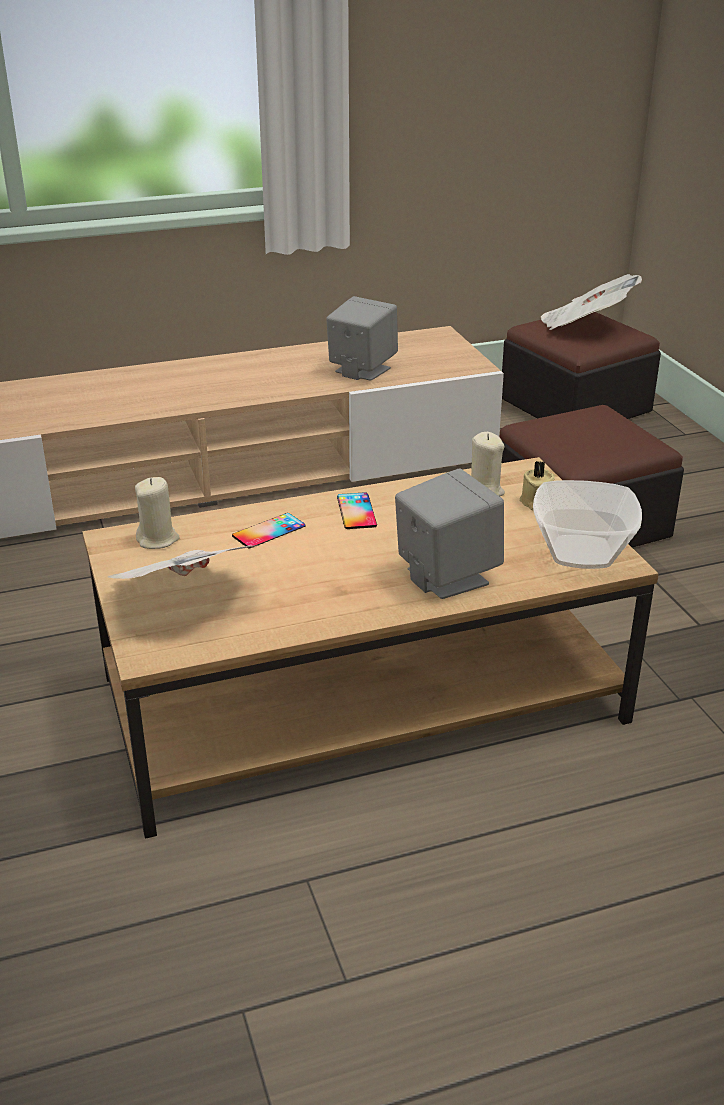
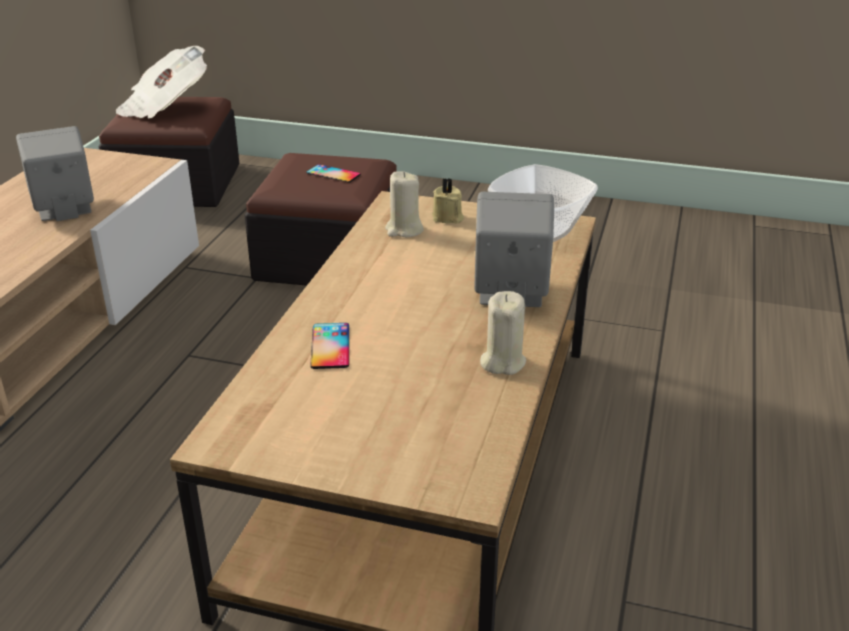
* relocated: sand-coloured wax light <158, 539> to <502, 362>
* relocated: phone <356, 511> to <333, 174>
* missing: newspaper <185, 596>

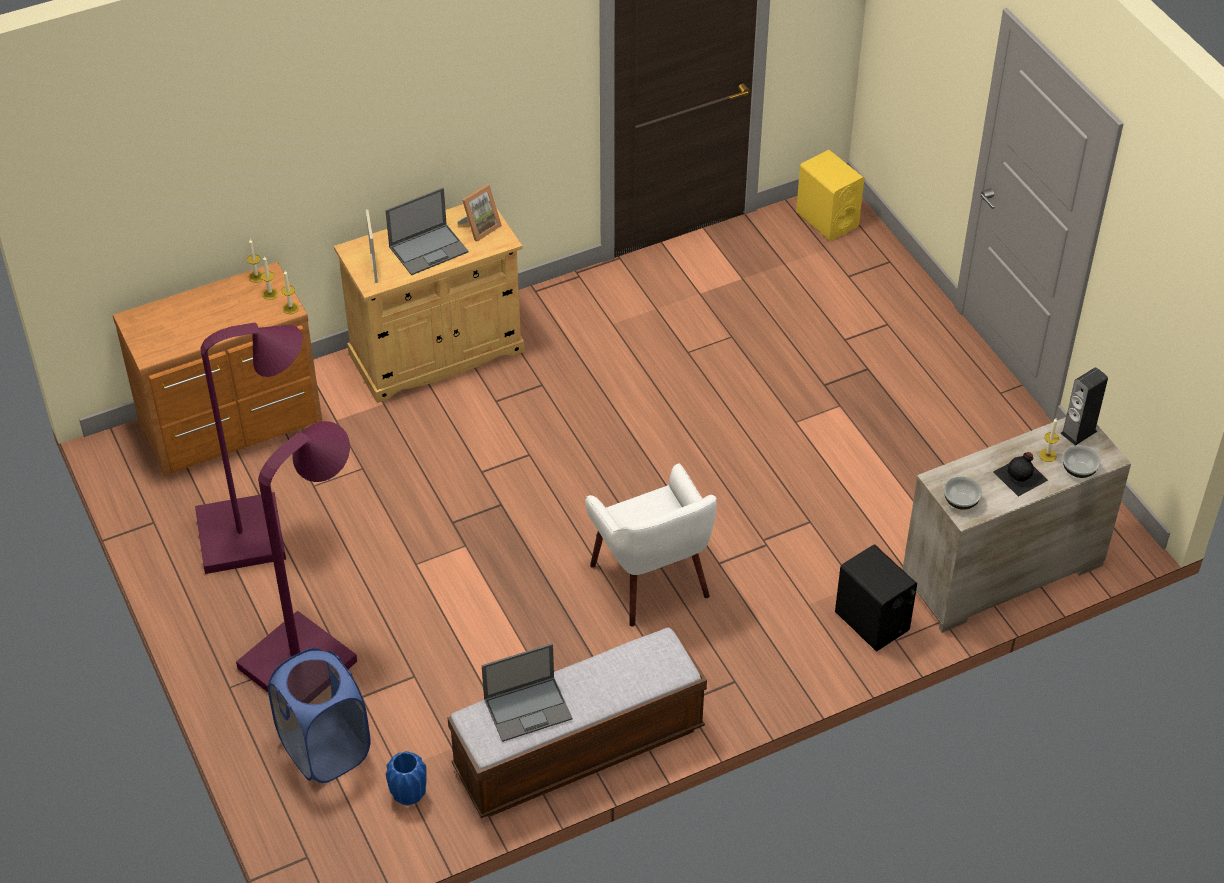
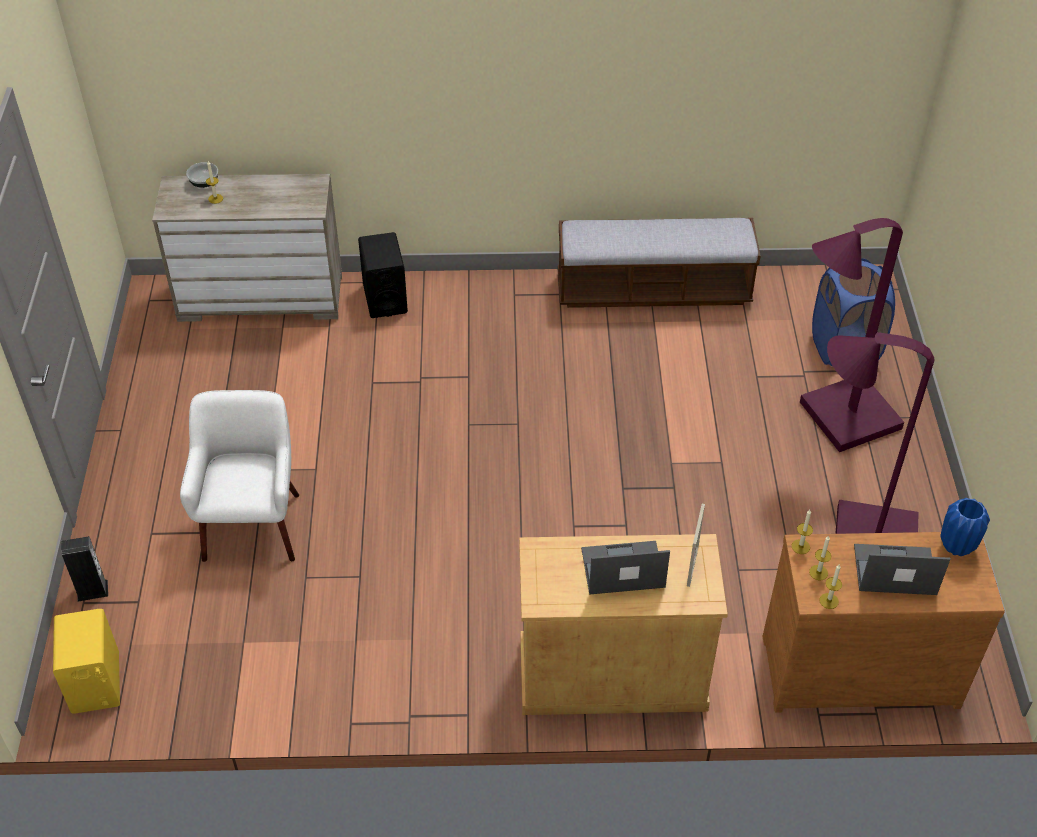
* missing: standing frame <479, 227>
* relocated: audio speaker <1078, 432> to <92, 590>
* missing: black-coloured beverage bottle <1021, 476>
* relocated: whitish lounge chair <651, 581> to <253, 525>
* missing: bowl <961, 501>
* relocated: notebook computer <529, 708> to <893, 570>
* relocated: bluish decorative vase <409, 795> to <956, 545>

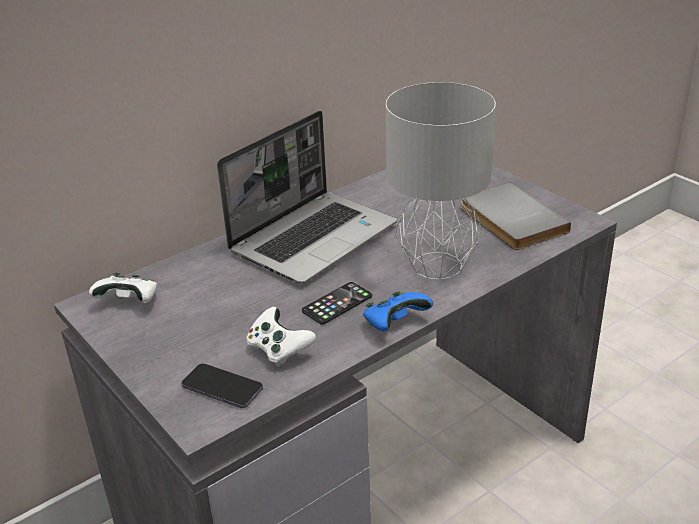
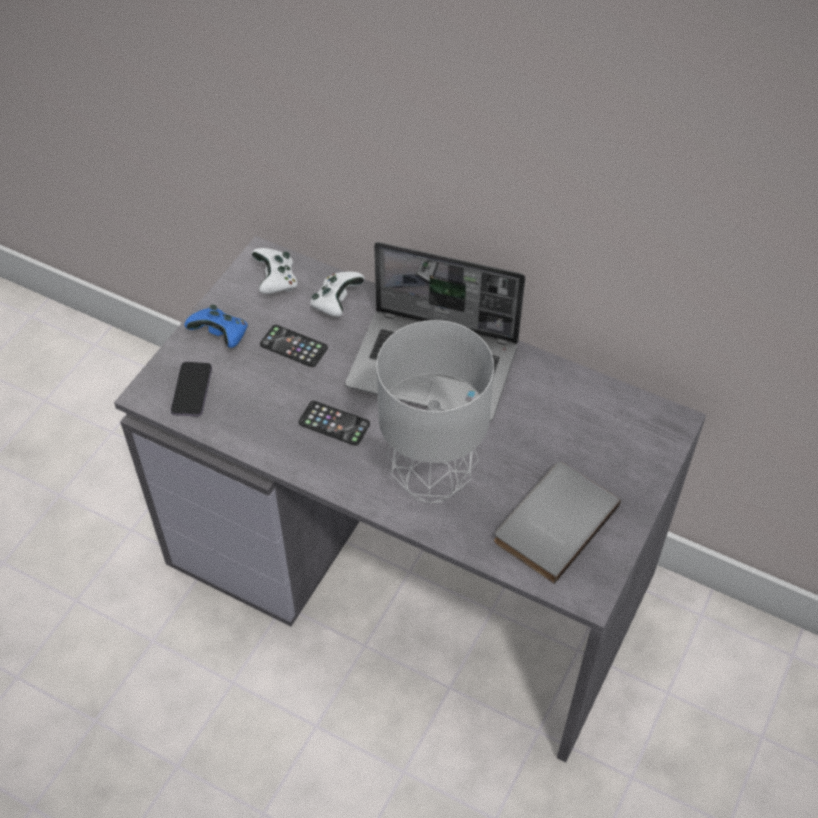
* relocated: bluish joypad <395, 324> to <221, 336>
* relocated: whitish joypad <279, 350> to <336, 303>
* appeared: phone <293, 346>

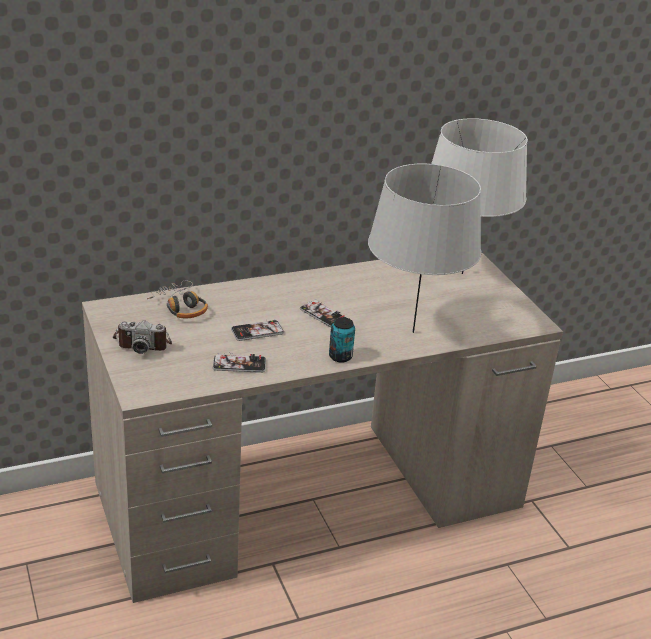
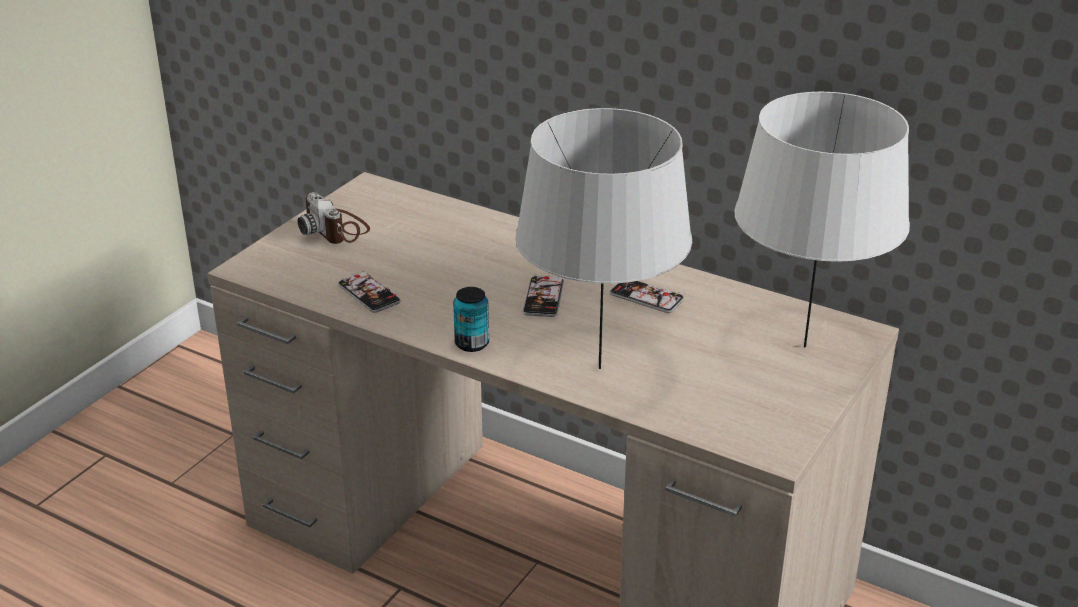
* missing: headset <180, 307>
* relocated: phone <257, 331> to <646, 297>

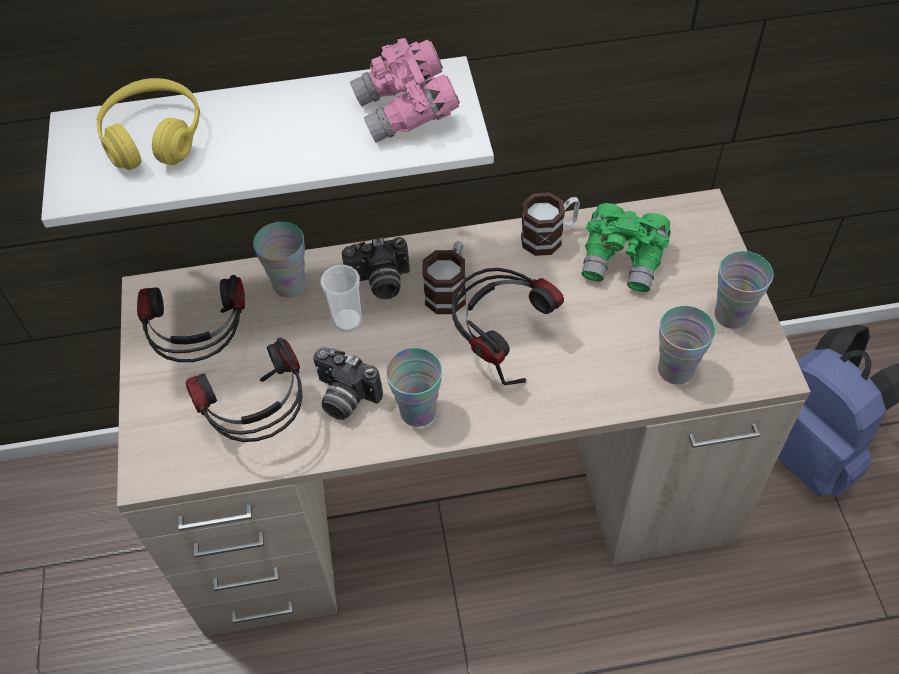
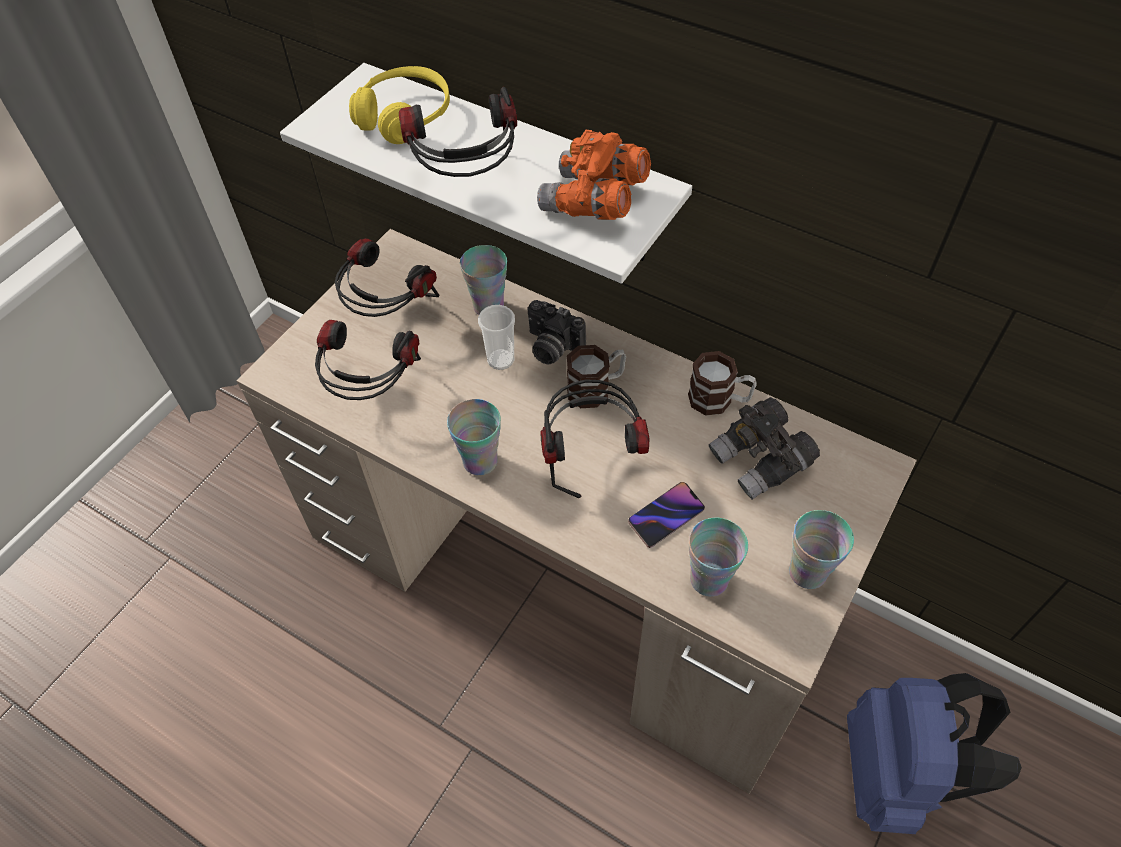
* colour: pink-coloured field glasses <407, 112> to orange field glasses <594, 202>
* colour: green field glasses <623, 260> to grey field glasses <760, 461>
* missing: photo camera <344, 398>
* appeared: headset <467, 184>
* appeared: phone <666, 516>

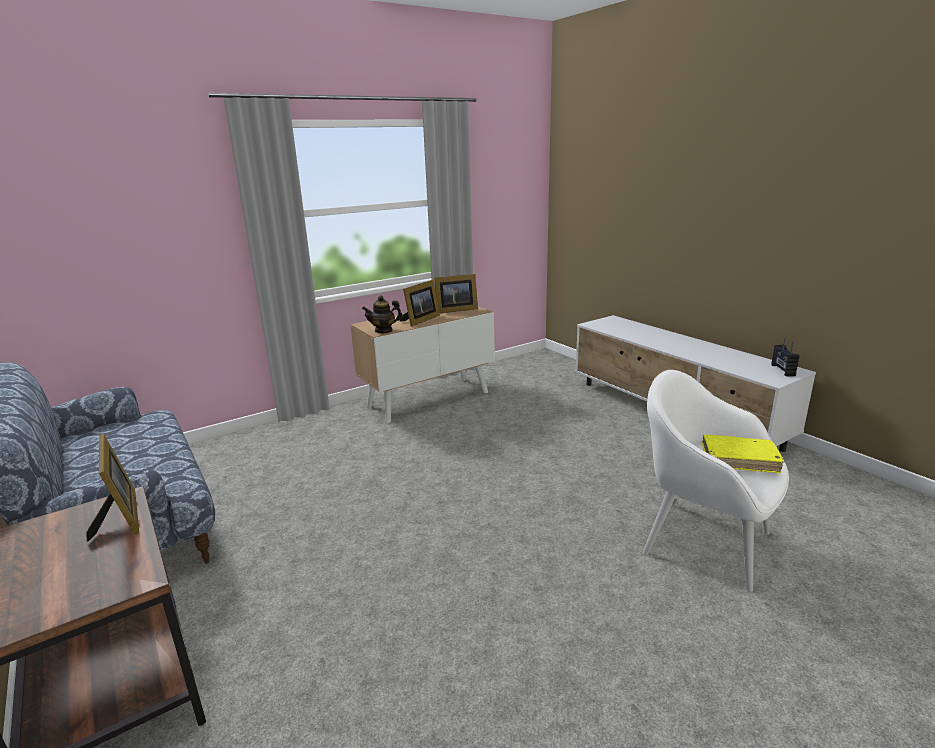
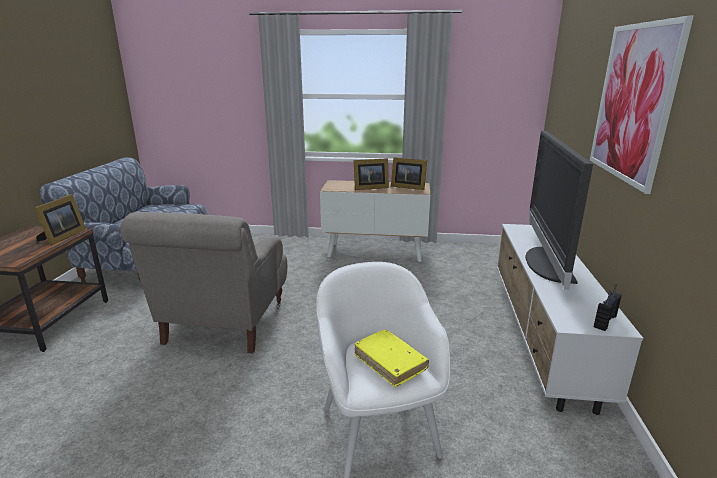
* missing: teapot <383, 330>
* appeared: wall art <632, 103>
* appeared: TV <547, 264>
* appeared: grey lounge chair <223, 325>

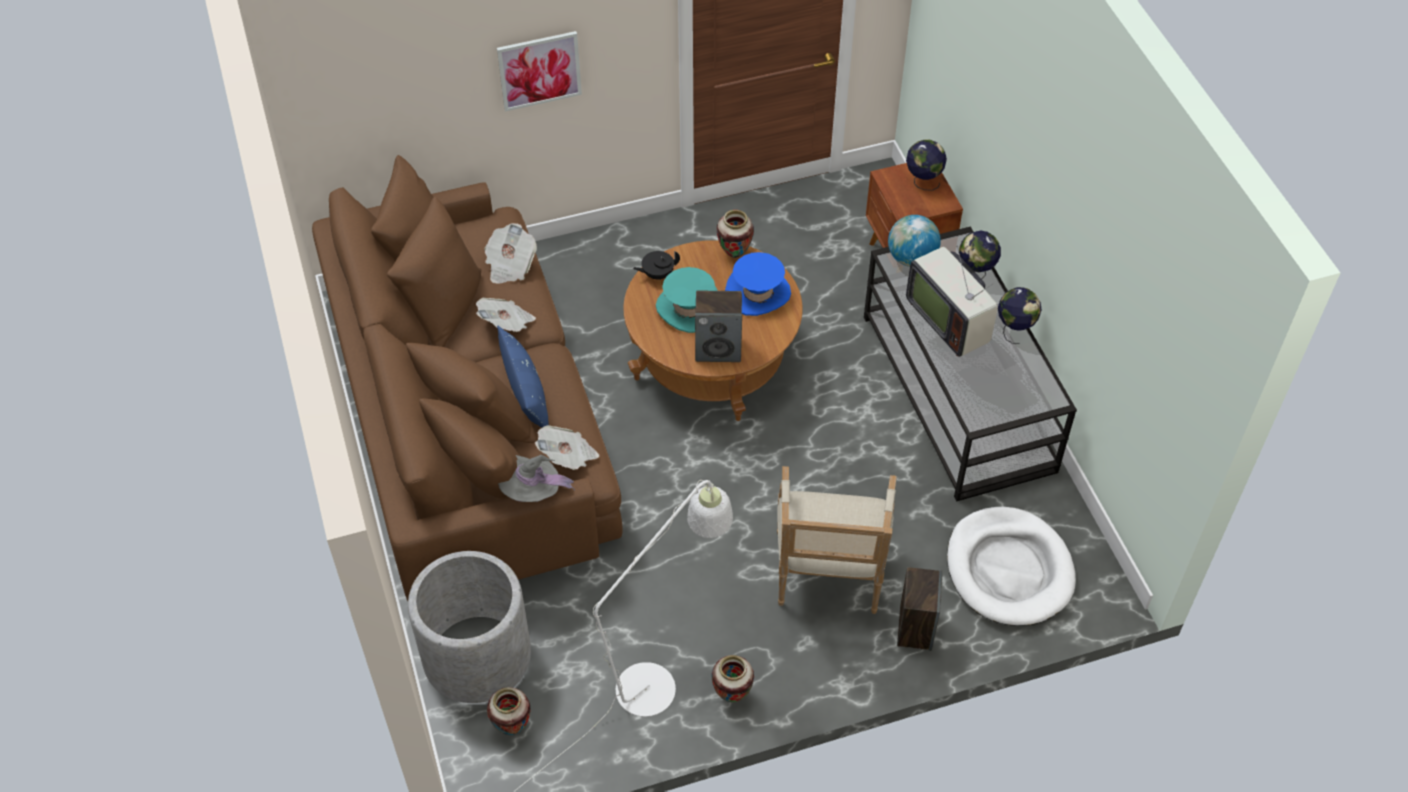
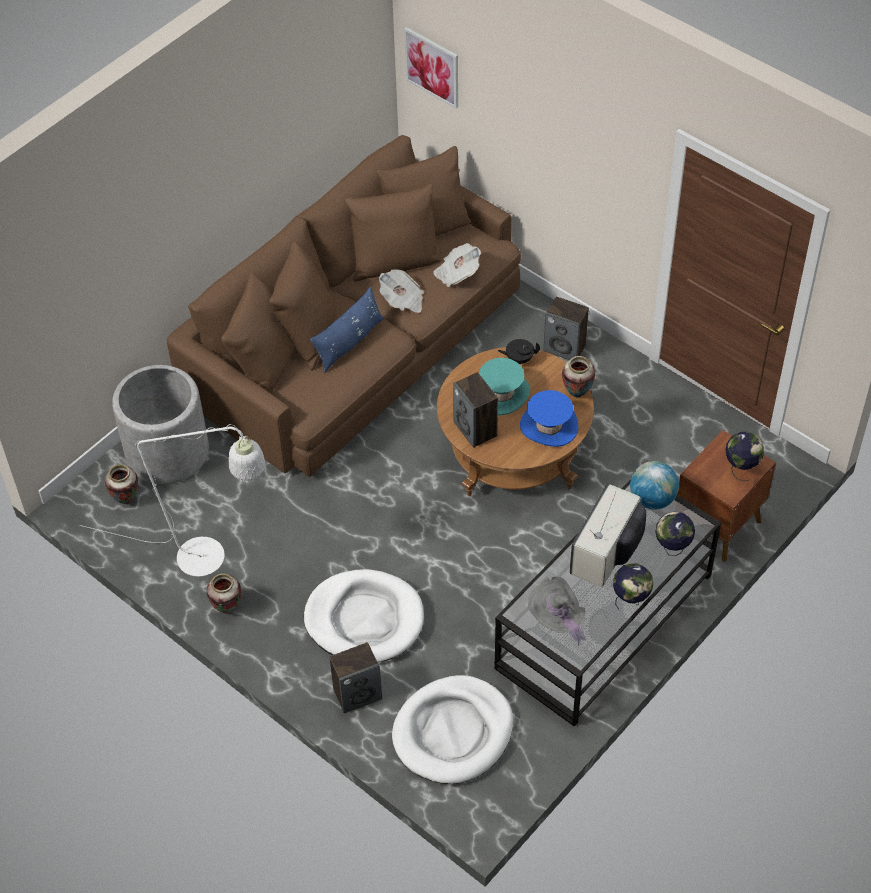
* relocated: wall art <539, 70> to <432, 67>
* spun: black-coloured teapot <657, 274> = <519, 359> 45 degrees counterclockwise
* missing: newspaper <568, 457>
* relocated: grey hat <532, 491> to <557, 619>
* exchanged: lounge chair <829, 578> to whitish dog cushion <364, 619>
* appeared: audio speaker <565, 348>

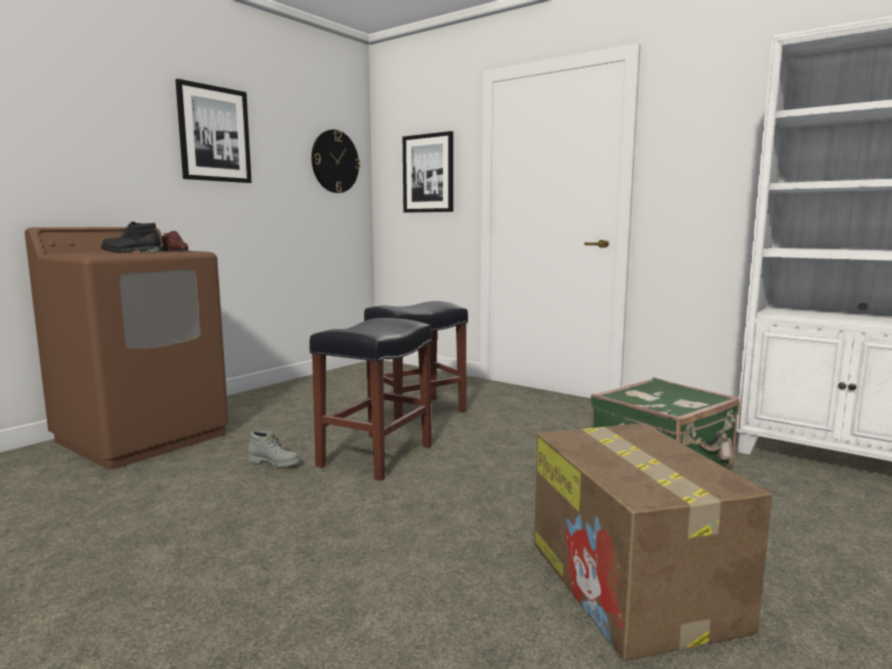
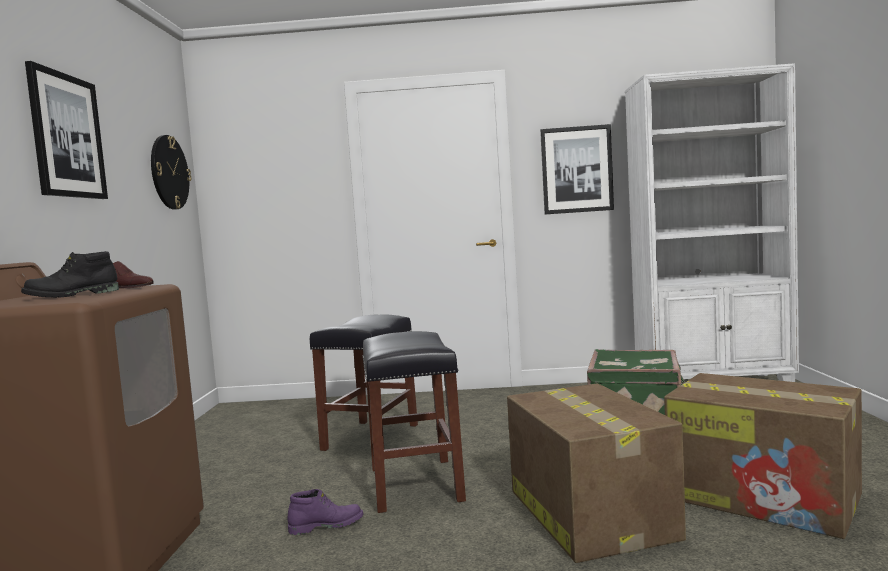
* relocated: wall art <428, 173> to <576, 170>
* colour: grey high-top boot <275, 462> to purple-coloured high-top boot <326, 525>
* appeared: cardboard box <589, 513>

